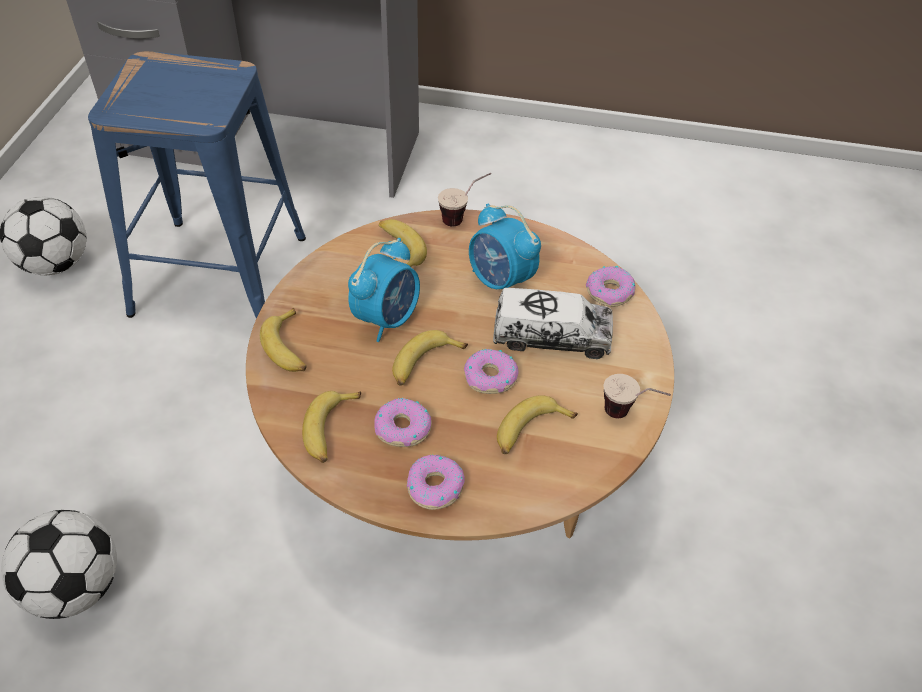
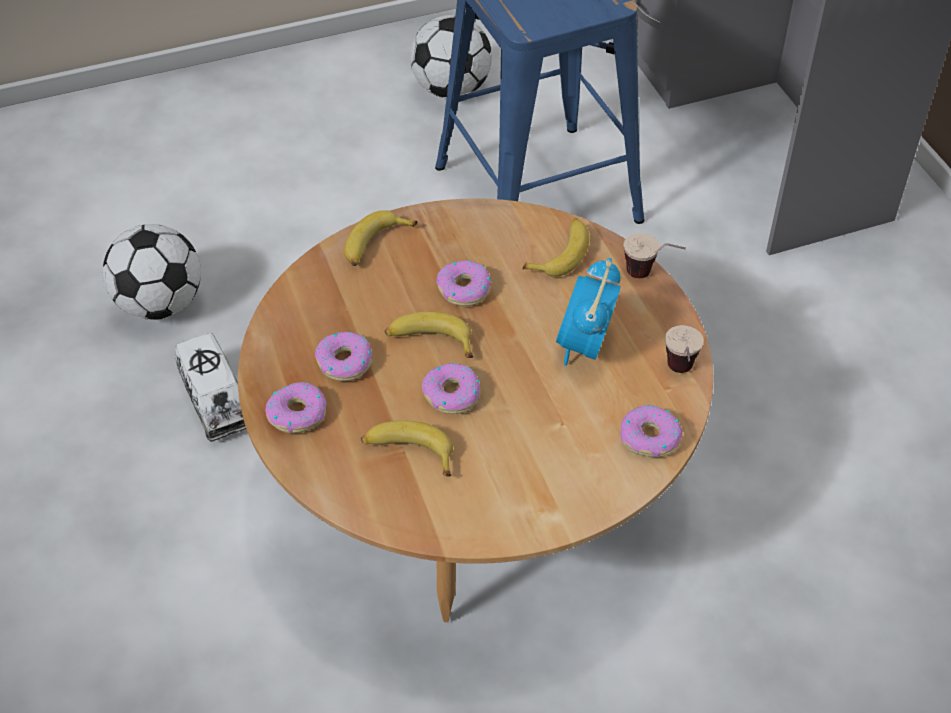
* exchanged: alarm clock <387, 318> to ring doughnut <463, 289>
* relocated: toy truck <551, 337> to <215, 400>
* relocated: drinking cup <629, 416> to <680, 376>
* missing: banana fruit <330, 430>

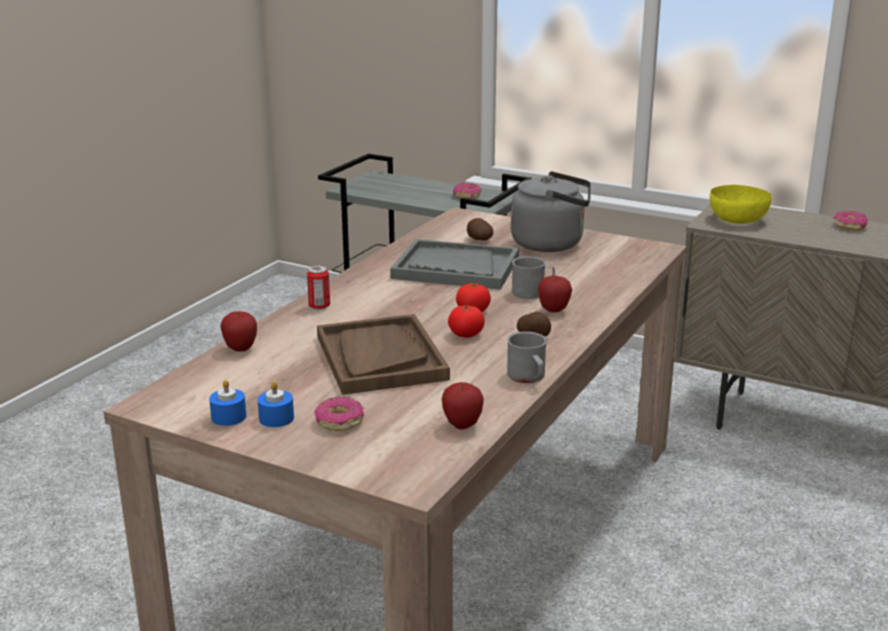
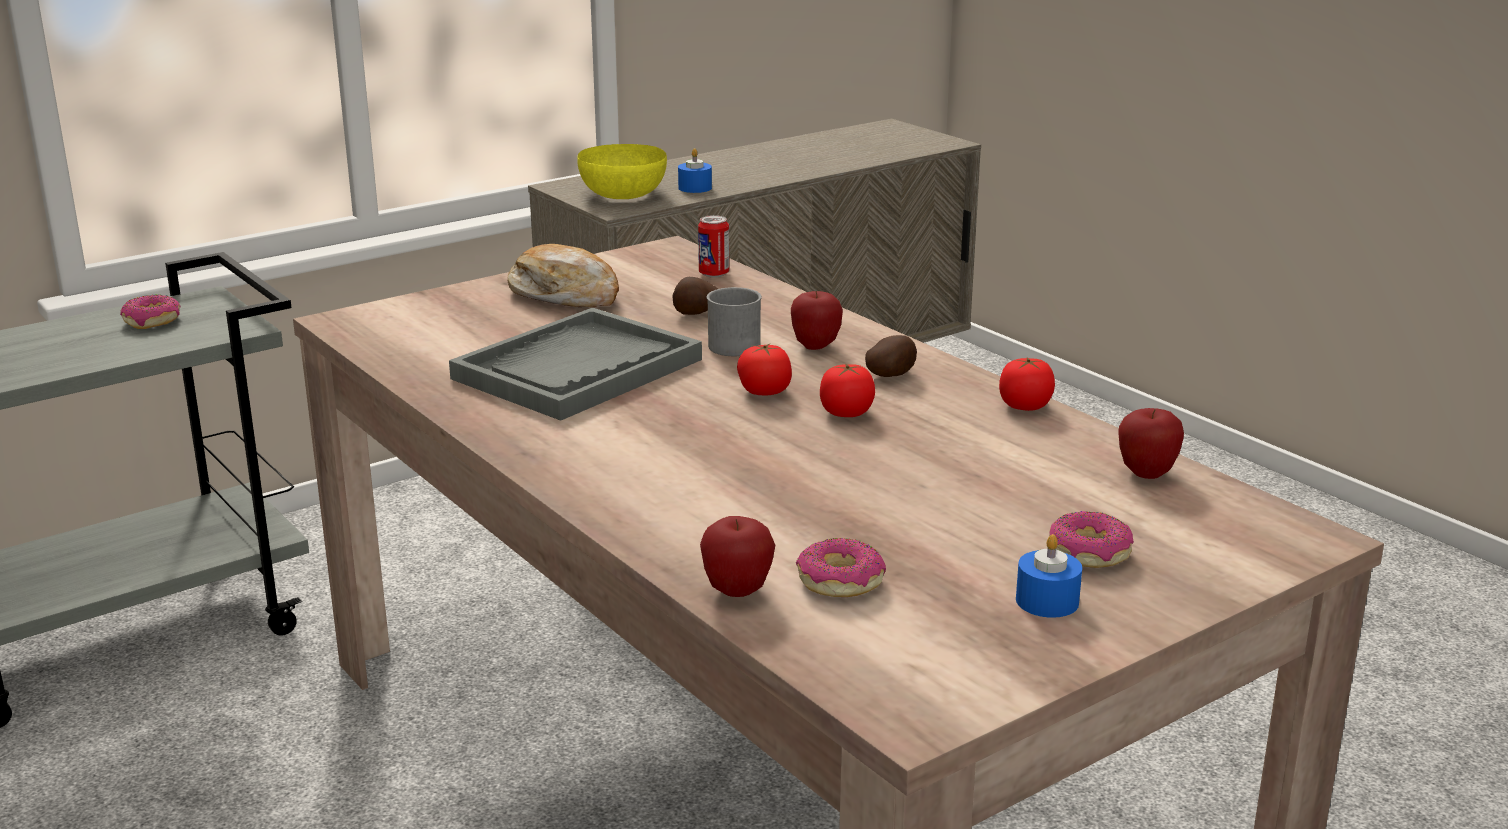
* exchanged: grey water kettle <552, 244> to baked bread <565, 295>
* relocated: ring doughnut <849, 226> to <840, 581>
* relocated: potato <479, 240> to <696, 313>
* relocated: can <319, 306> to <714, 274>
* missing: brownish tray <380, 357>
* exchanged: grey coffee mug <528, 377> to whole tomato <1025, 406>
* relocated: bluish wax light <228, 417> to <695, 188>

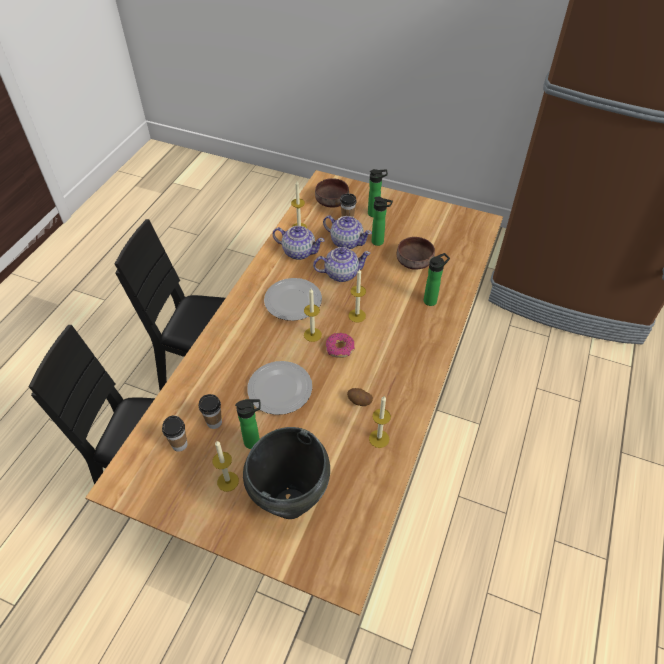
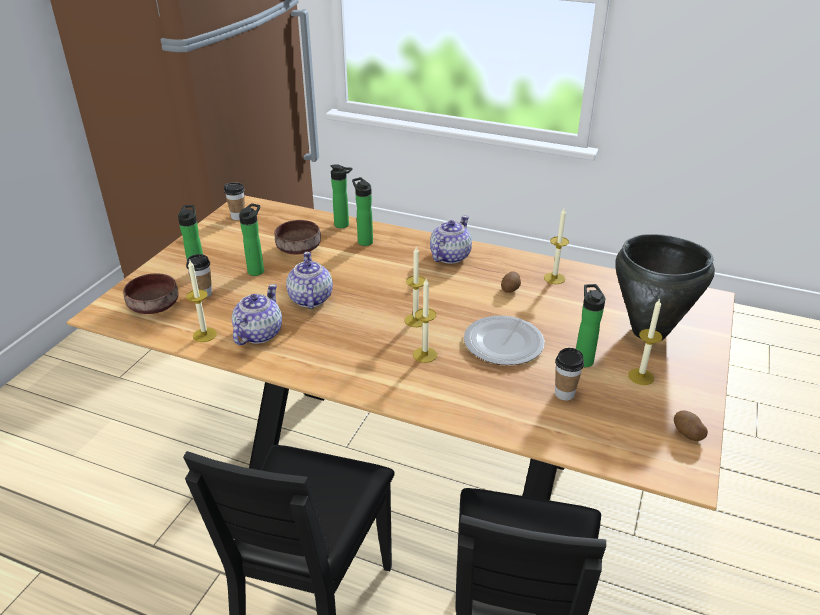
* relocated: teapot <346, 242> to <449, 256>
* relocated: wax light <357, 315> to <425, 355>
* missing: flat dish <293, 301>
* missing: ring doughnut <340, 348>
* relocated: drinking cup <179, 444> to <238, 217>
* appeared: beverage bottle <344, 225>
* appeared: potato <687, 433>

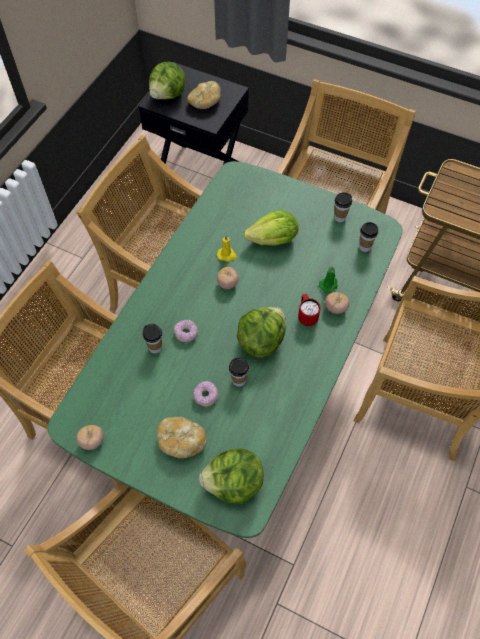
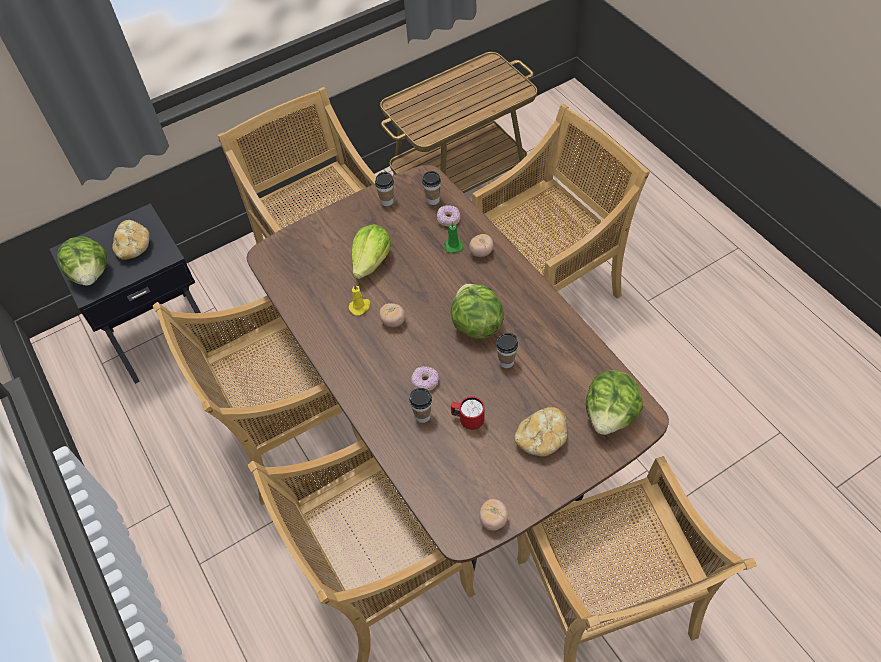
* colour: green kitchen table <240, 394> to brownish kitchen table <449, 428>
* relocated: red coffee mug <306, 316> to <468, 420>
* relocated: ring doughnut <205, 396> to <448, 219>

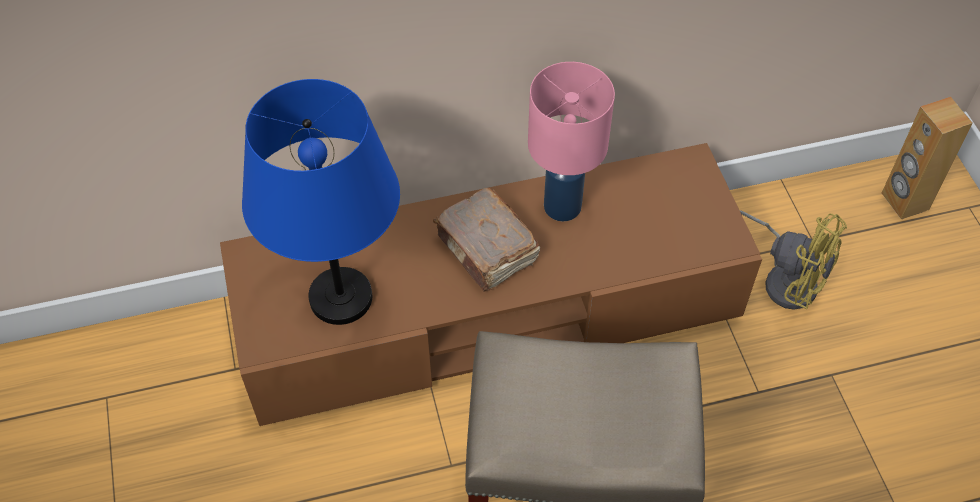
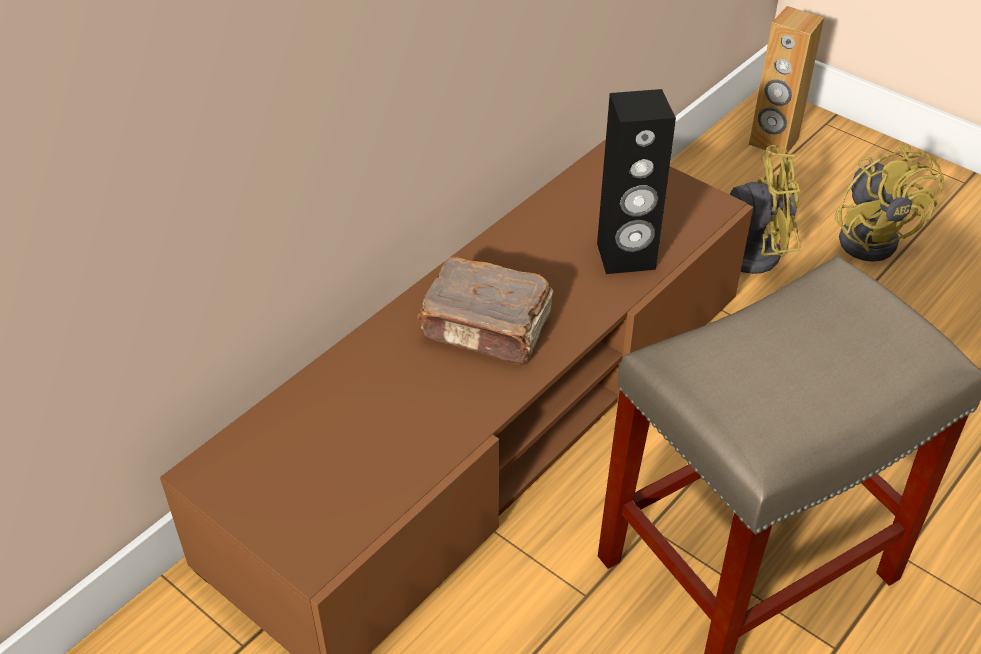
* missing: pink-coloured lamp for a table <561, 206>
* missing: bluish lamp for a table <342, 298>
* appeared: black-coloured audio speaker <626, 257>
* appeared: yellow electric fan <872, 236>

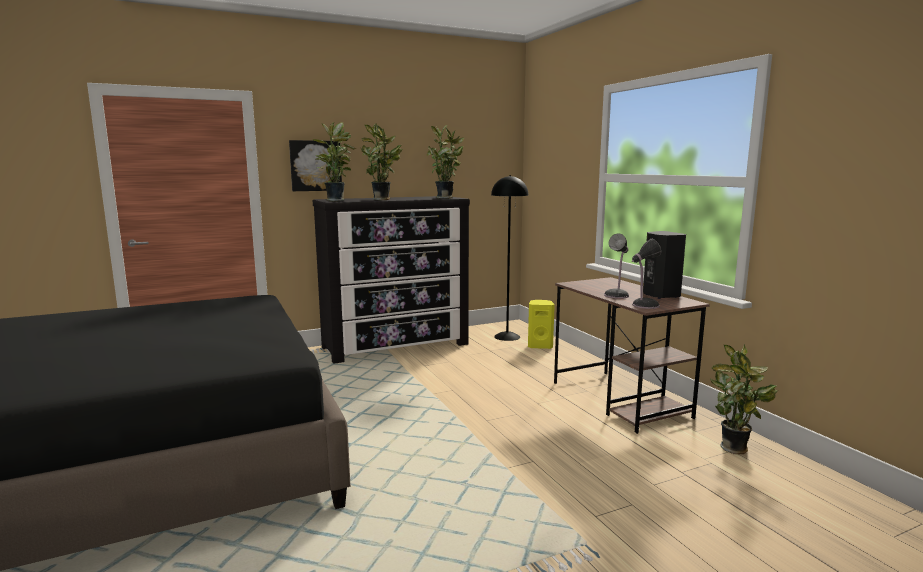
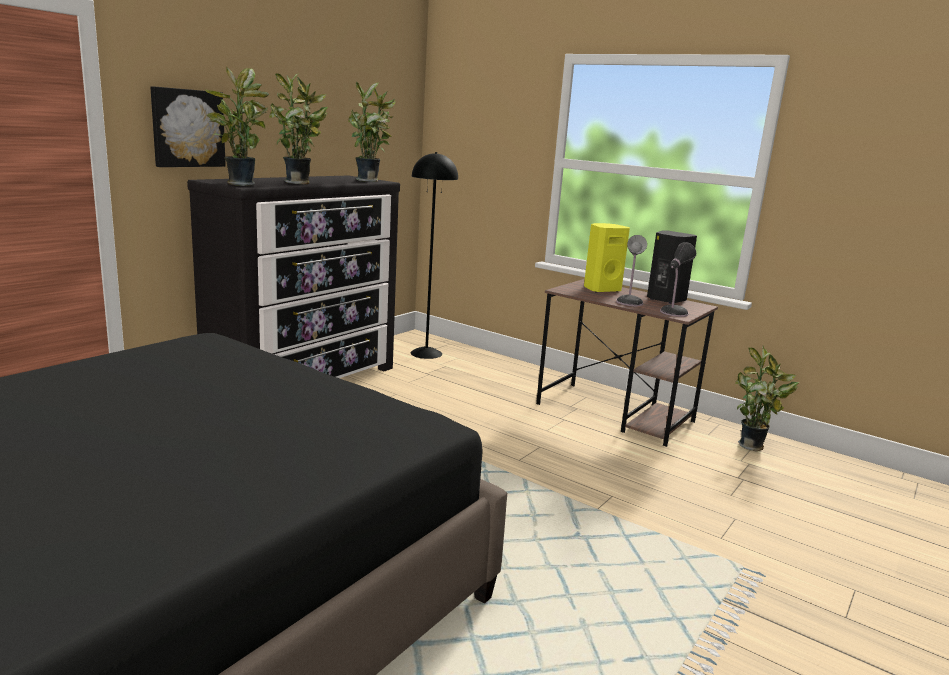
* relocated: yellow audio speaker <540, 346> to <601, 289>

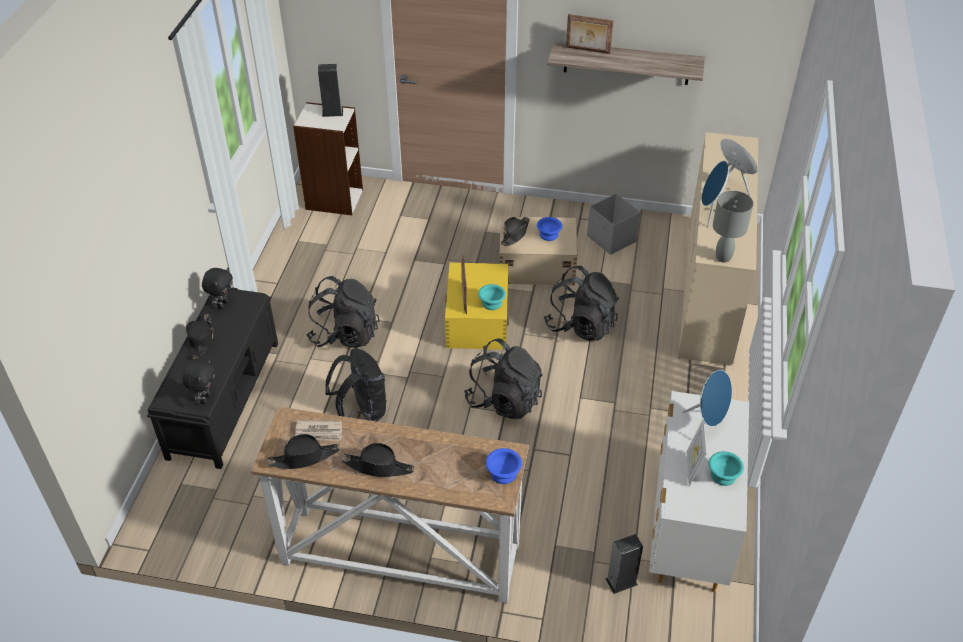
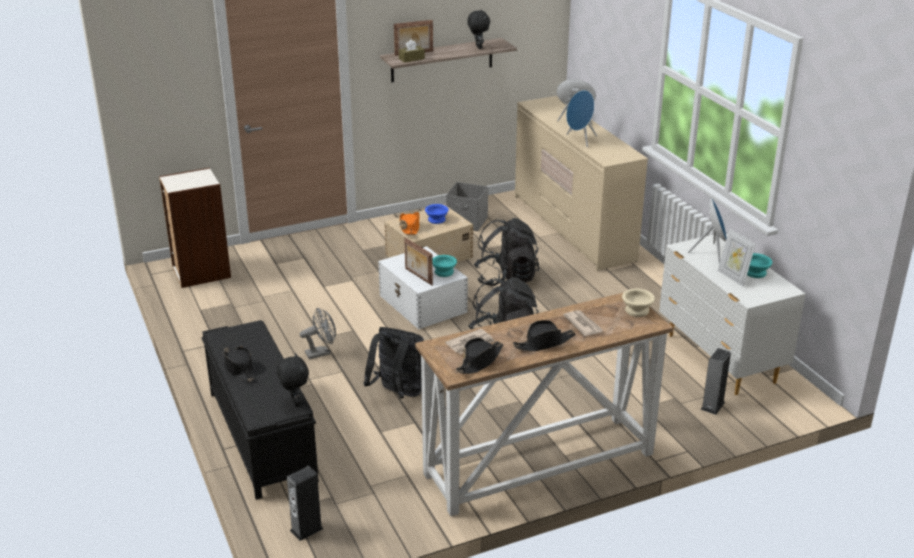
* relocated: audio speaker <332, 112> to <306, 529>
* missing: grey lamp for a table <723, 257>
* colour: black-coloured hat <515, 234> to orange hat <409, 227>
* colour: yellow storage bin <477, 321> to whitish storage bin <423, 304>
* relocated: black-coloured soft toy <222, 304> to <478, 47>
* exchanged: black-coloured backpack <345, 334> to grey electric fan <321, 352>
* colour: bluish bowl <503, 472> to sand-coloured bowl <636, 310>
* appeared: brownish tissue holder <411, 59>
* appeared: newspaper <583, 324>

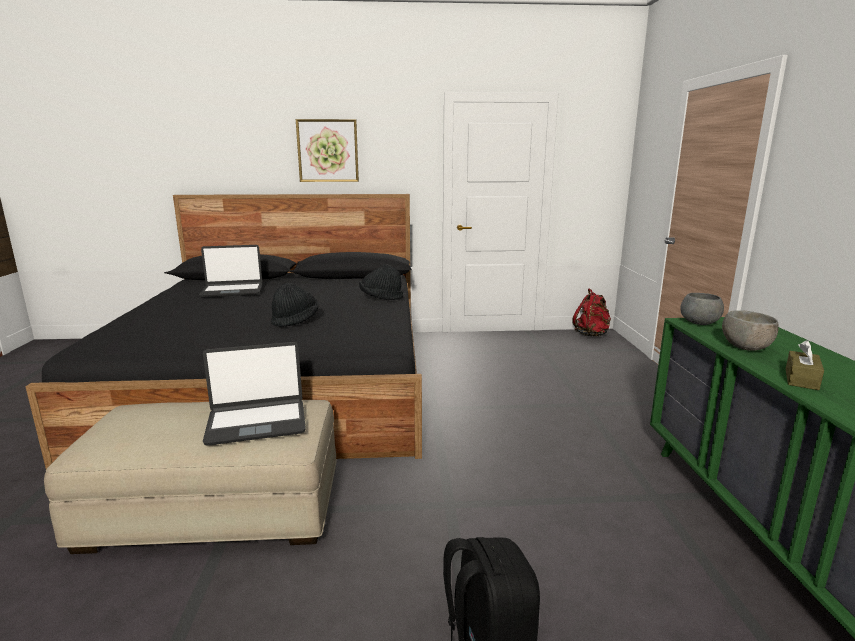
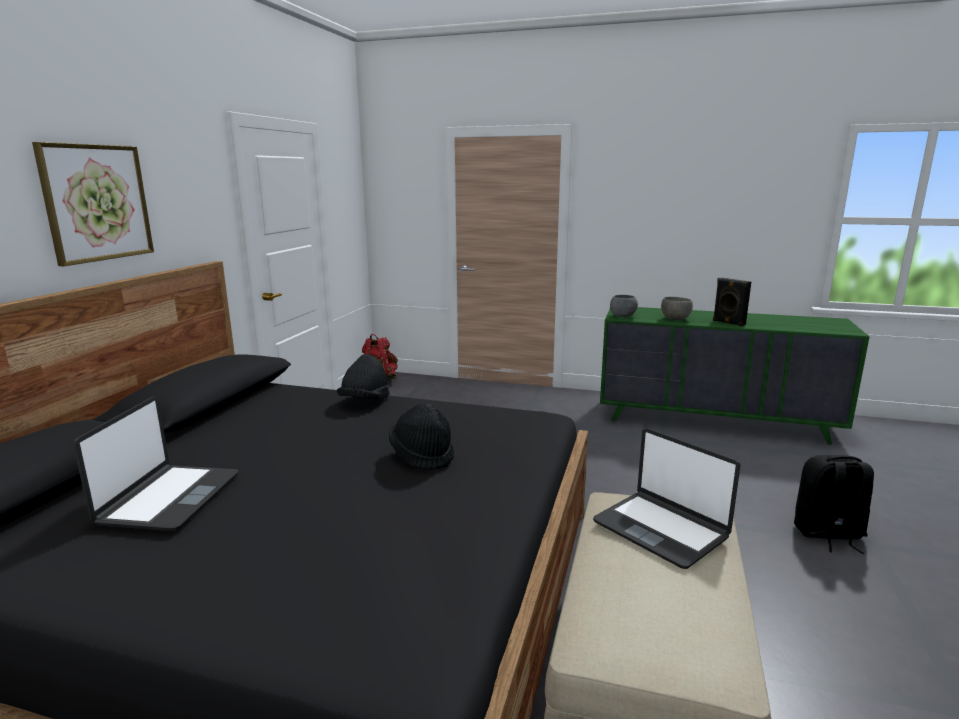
* exchanged: brownish tissue holder <801, 379> to black-coloured audio speaker <728, 323>
* spun: notebook computer <256, 422> = <661, 529> 135 degrees clockwise

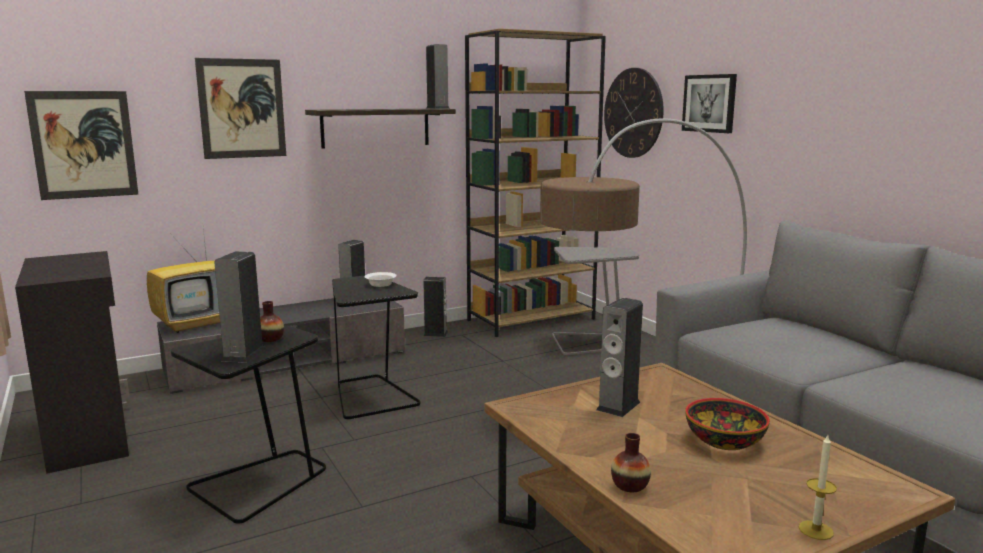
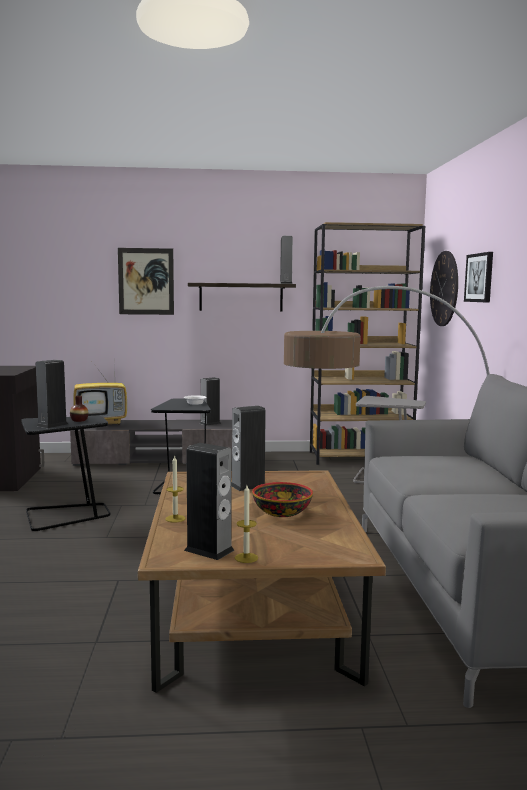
* missing: wall art <84, 144>
* relocated: audio speaker <435, 333> to <209, 550>
* exchanged: decorative vase <630, 485> to wax light <175, 518>

